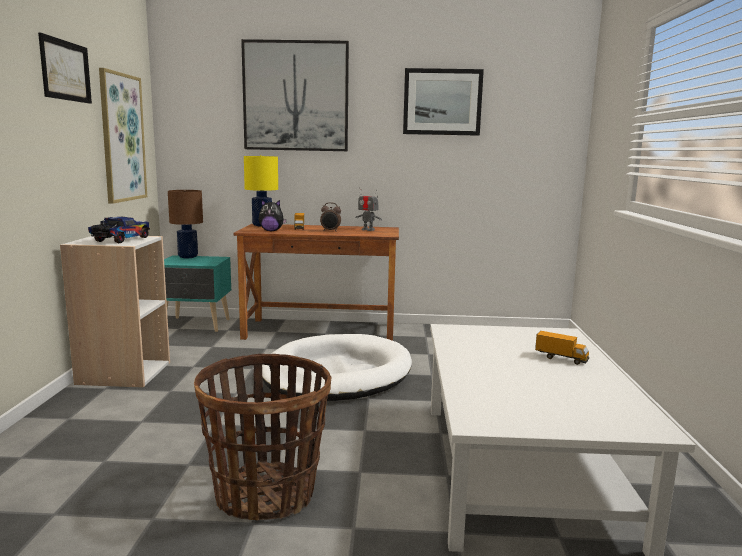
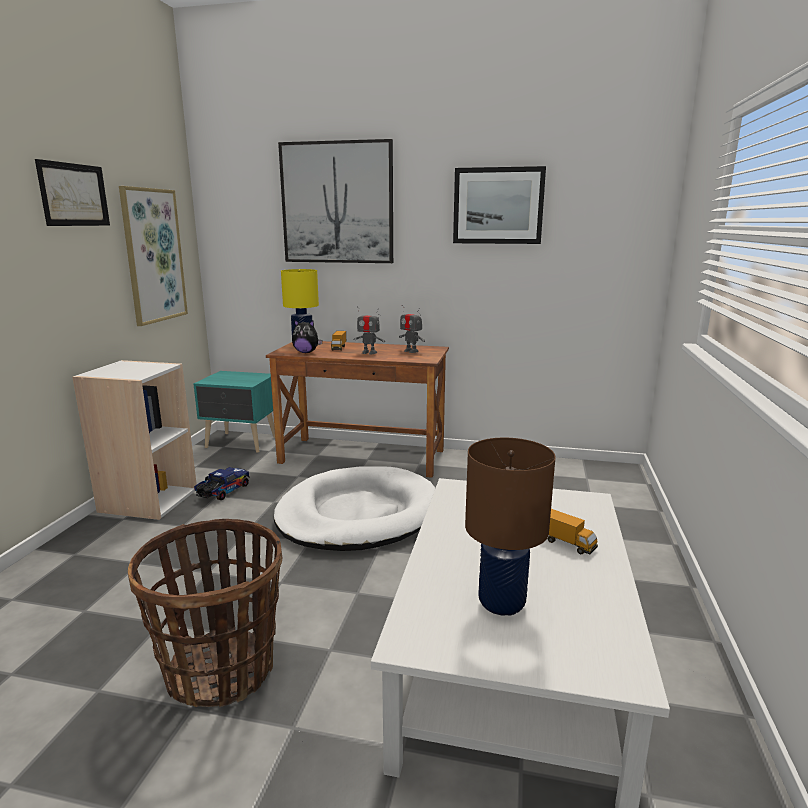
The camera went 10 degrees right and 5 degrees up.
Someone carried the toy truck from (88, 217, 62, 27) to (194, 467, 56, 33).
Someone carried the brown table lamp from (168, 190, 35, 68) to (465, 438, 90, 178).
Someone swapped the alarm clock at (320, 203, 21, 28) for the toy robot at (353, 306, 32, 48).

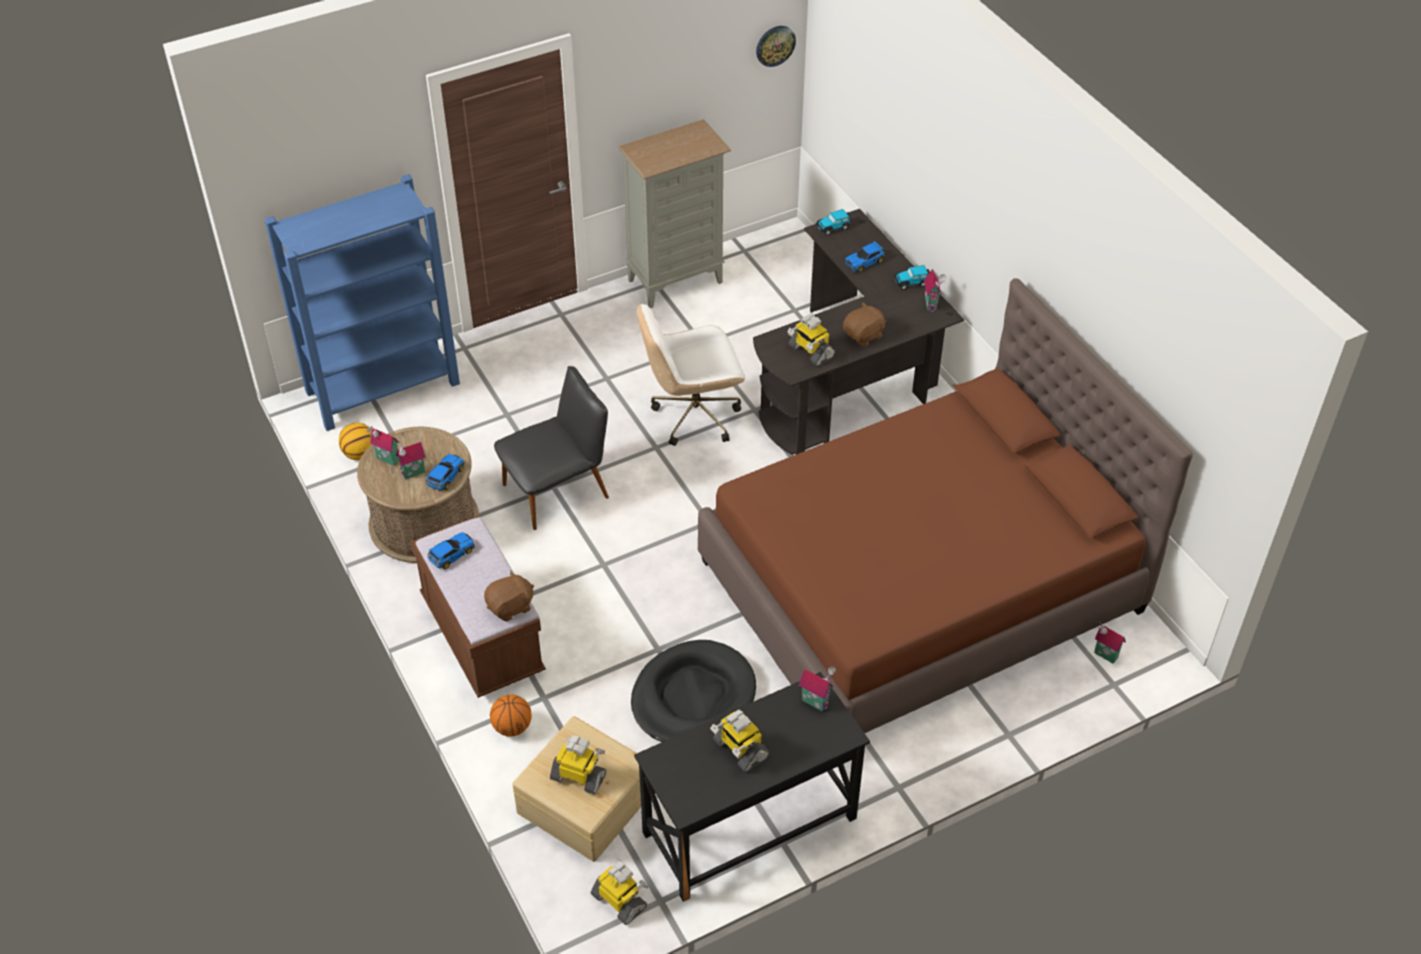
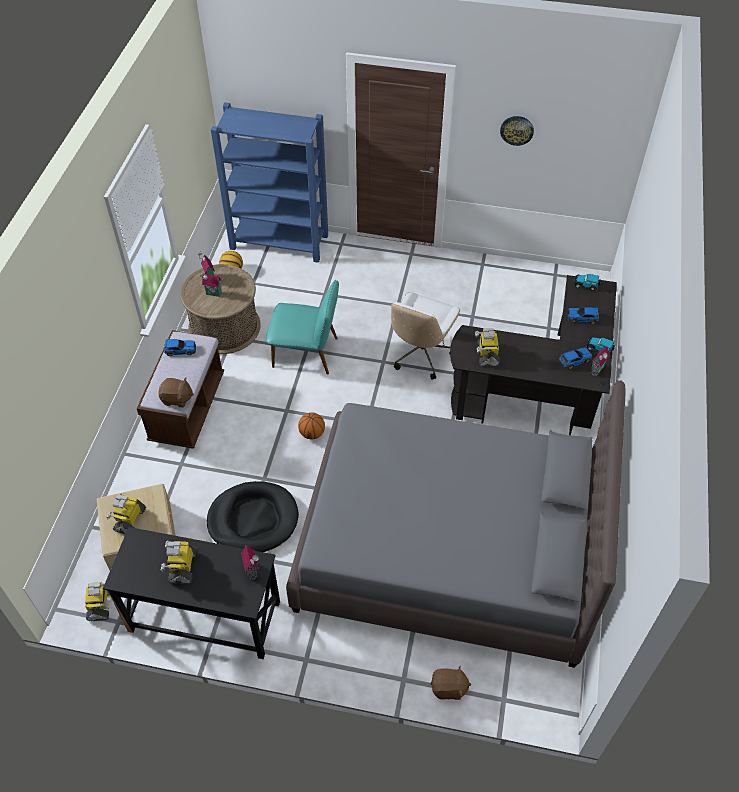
The camera went 40 degrees right and 5 degrees up.
Someone took away the grey dresser at (618, 120, 114, 188).
Someone took away the toy house at (1094, 624, 32, 40).
Someone carried the toy car from (426, 454, 38, 37) to (559, 347, 33, 22).
Someone carried the basketball from (490, 694, 42, 43) to (298, 412, 27, 27).
Someone carried the wall clock from (756, 26, 40, 41) to (500, 116, 34, 30).
Someone carried the brown plush toy from (843, 303, 43, 44) to (431, 665, 40, 35).
Someone repainted the black chair at (494, 366, 115, 164), which became the turquoise chair at (266, 280, 73, 95).
Someone repainted the brown bed at (698, 278, 495, 455), which became the grey bed at (286, 380, 340, 288).
Someone rotated the toy robot at (550, 736, 57, 58) by 135 degrees counterclockwise.
Someone rotated the white office chair at (637, 304, 108, 142) by 90 degrees counterclockwise.

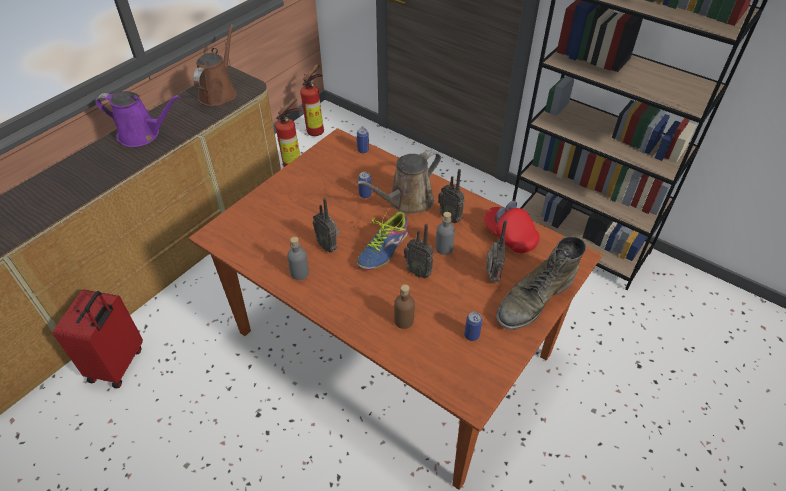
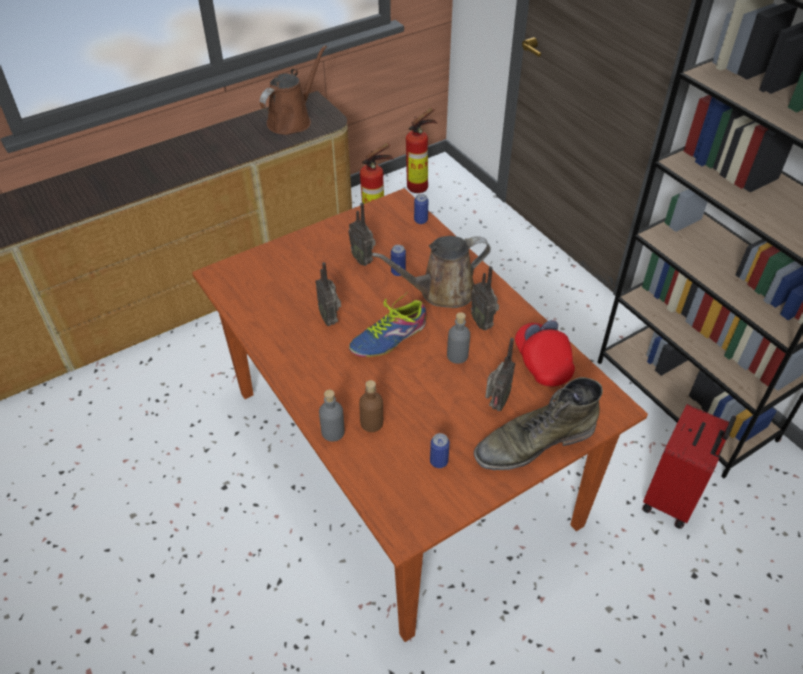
The camera went 20 degrees right and 0 degrees up.
Someone took away the purple watering can at (95, 91, 85, 56).
Someone carried the red suitcase from (53, 289, 90, 99) to (642, 404, 94, 125).
Someone carried the grey bottle from (287, 237, 22, 43) to (319, 390, 26, 52).
Someone carried the radio from (404, 224, 30, 54) to (348, 203, 28, 63).

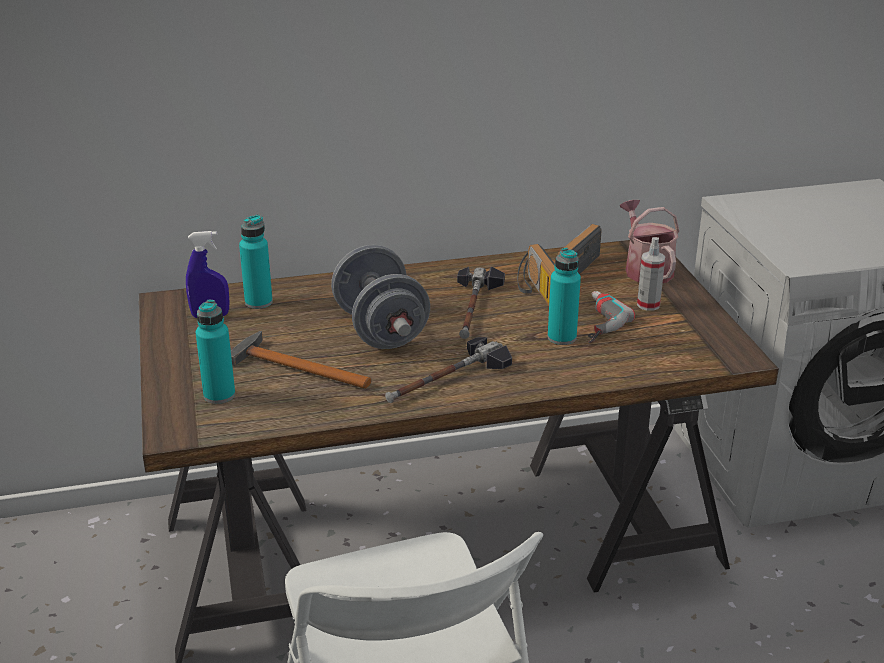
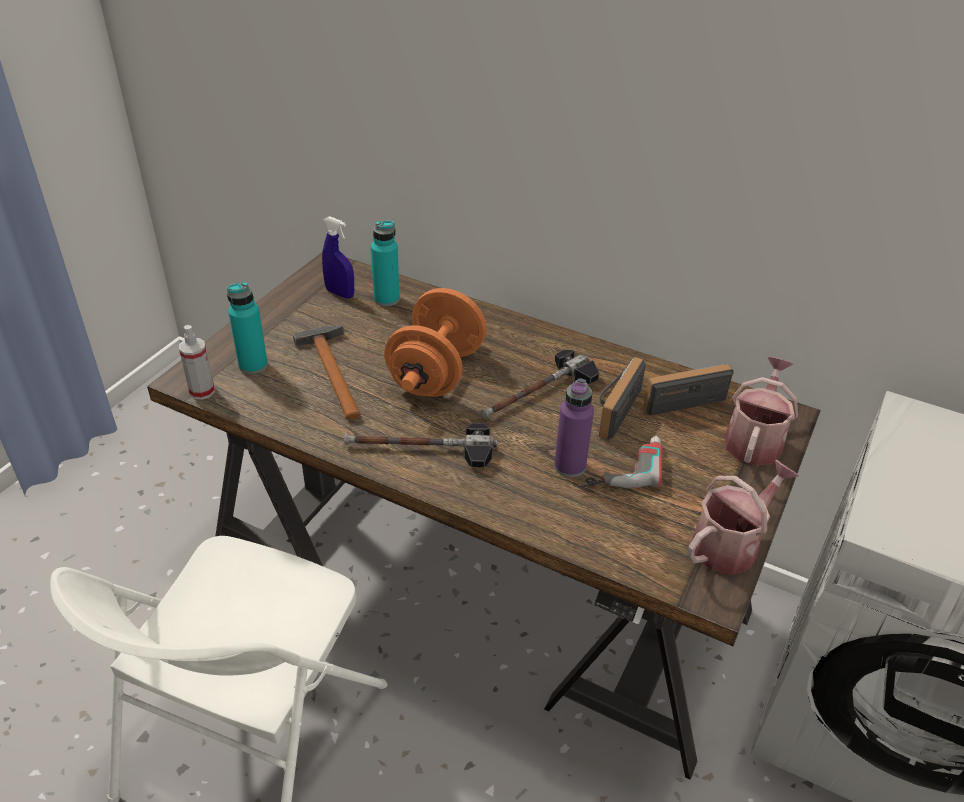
The camera went 40 degrees right and 10 degrees up.
Someone put down the watering can at (687, 460, 112, 115).
Someone carried the spray bottle from (637, 237, 28, 74) to (179, 325, 36, 75).
Someone repainted the grey dumbbell at (331, 245, 99, 104), which became the orange dumbbell at (384, 288, 102, 109).
Someone repainted the turquoise bottle at (548, 248, 33, 97), which became the purple bottle at (554, 378, 40, 99).

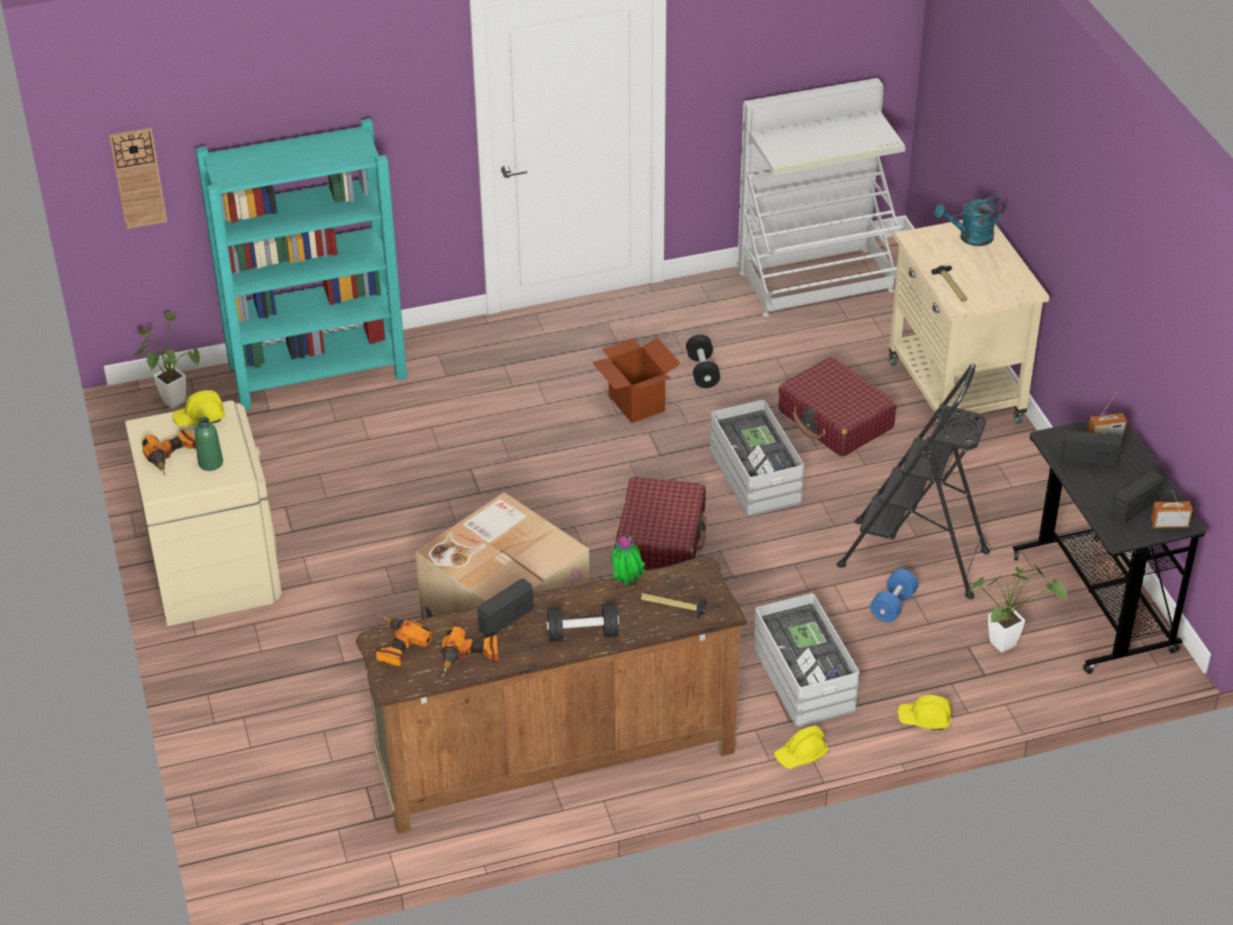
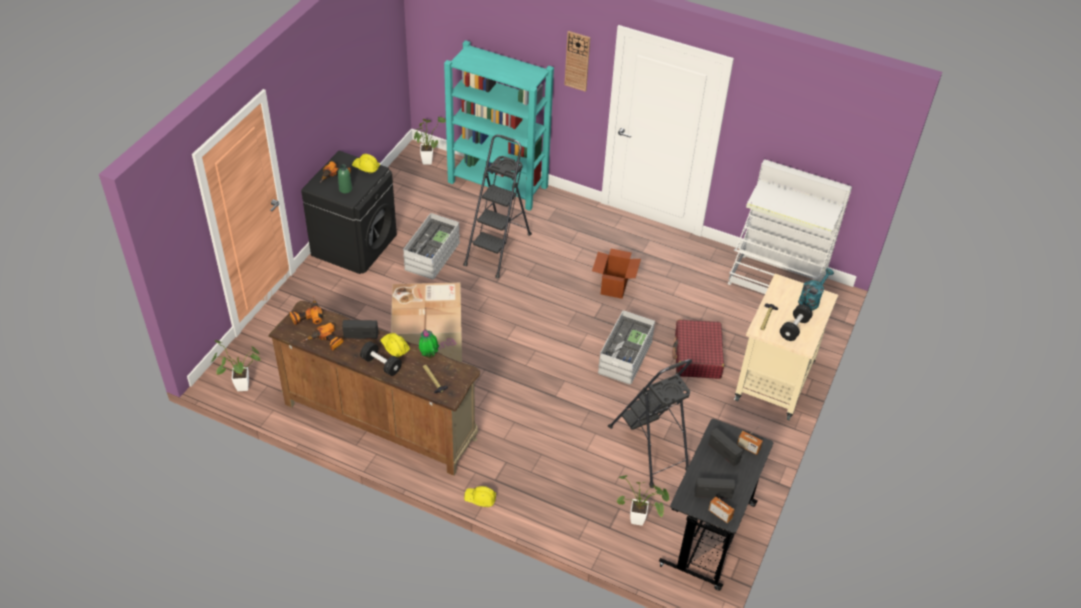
The camera went 40 degrees right and 5 degrees up.
Someone took away the red suitcase at (615, 477, 91, 93).
Someone took away the blue dumbbell at (870, 569, 49, 53).
Someone put down the potted plant at (211, 340, 50, 51).
Someone put down the step ladder at (463, 135, 69, 143).
Someone carried the wall clock from (109, 127, 58, 102) to (564, 31, 26, 61).
Someone carried the black dumbbell from (686, 335, 34, 53) to (780, 304, 33, 37).
Someone carried the grey storage box from (753, 593, 107, 134) to (403, 213, 57, 67).
Someone carried the yellow hard hat from (898, 695, 53, 35) to (380, 333, 30, 24).
Someone repainted the beige washing machine at (125, 400, 157, 226), which became the black washing machine at (301, 151, 96, 123).
Someone rotated the turquoise watering can at (934, 196, 71, 50) by 105 degrees clockwise.

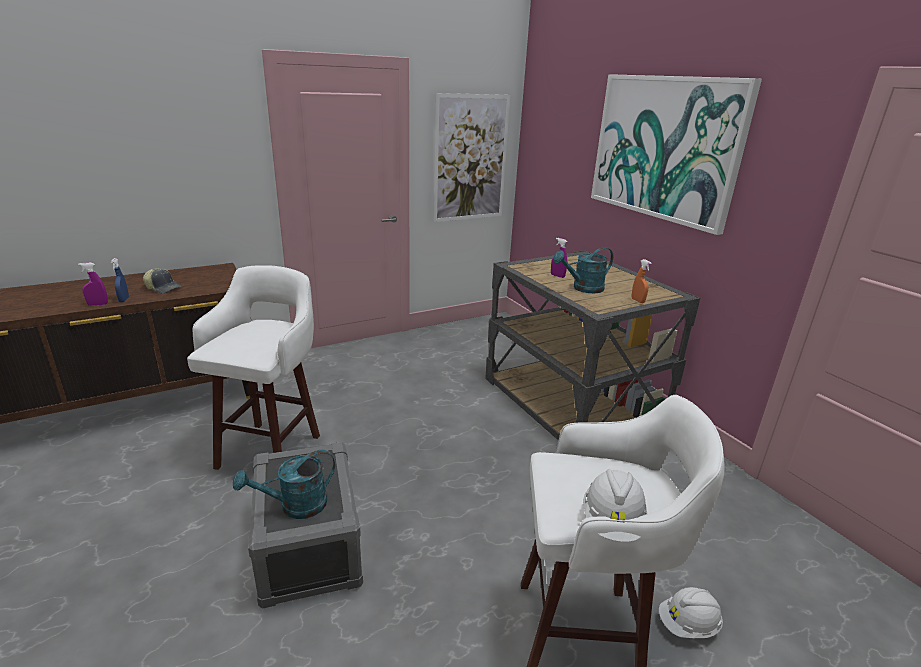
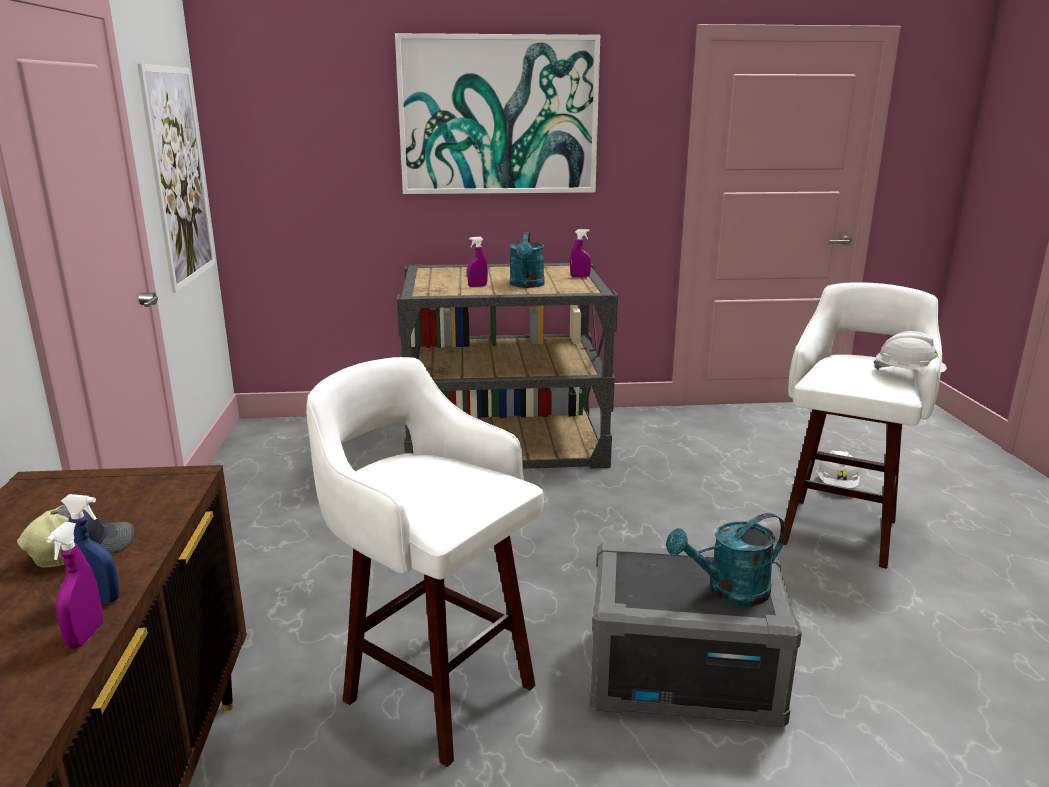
The camera went 65 degrees left and 5 degrees down.
Someone repainted the orange spray bottle at (632, 259, 19, 44), which became the purple spray bottle at (570, 229, 21, 48).
Someone rotated the turquoise watering can at (233, 450, 102, 69) by 75 degrees clockwise.

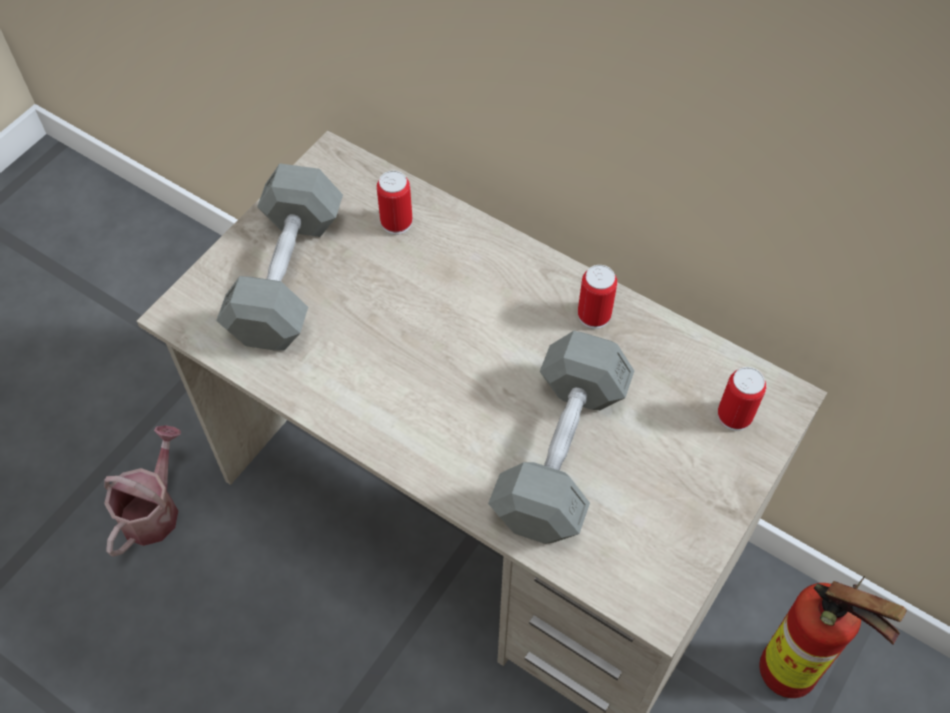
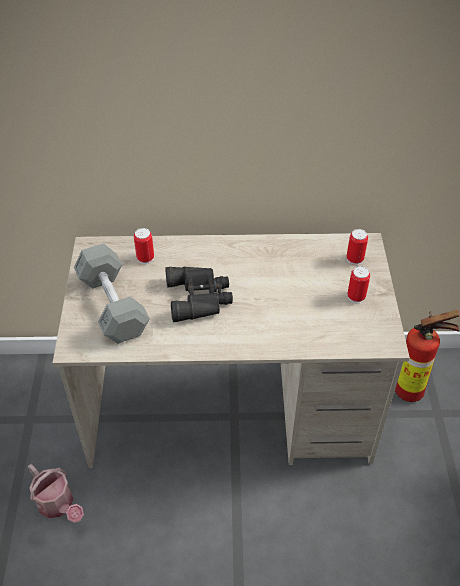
The camera went 35 degrees left and 10 degrees down.
Someone took away the grey dumbbell at (488, 331, 146, 213).
Someone put down the black binoculars at (165, 266, 68, 56).
Someone carried the can from (578, 265, 39, 64) to (347, 266, 23, 37).
Someone rotated the watering can at (104, 425, 77, 132) by 150 degrees clockwise.

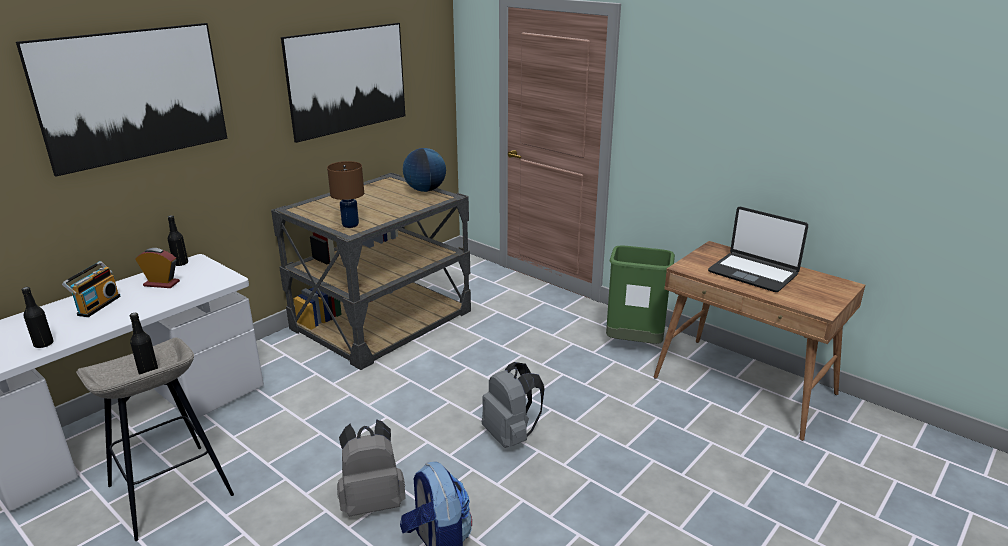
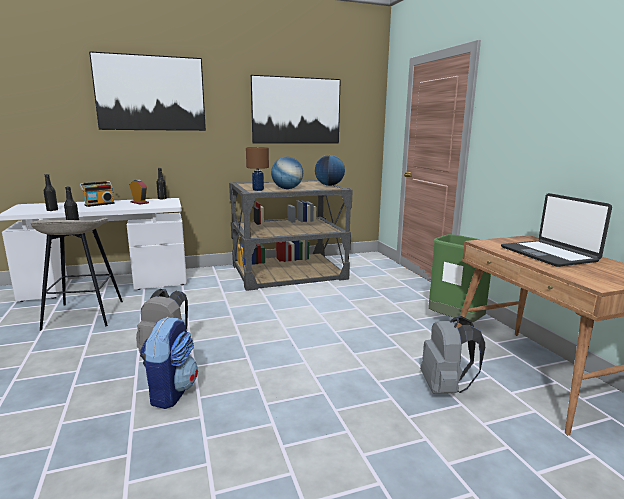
The camera went 30 degrees right and 10 degrees down.
Someone put down the globe at (271, 157, 32, 32).
Someone carried the grey backpack from (482, 362, 63, 86) to (420, 316, 65, 77).

